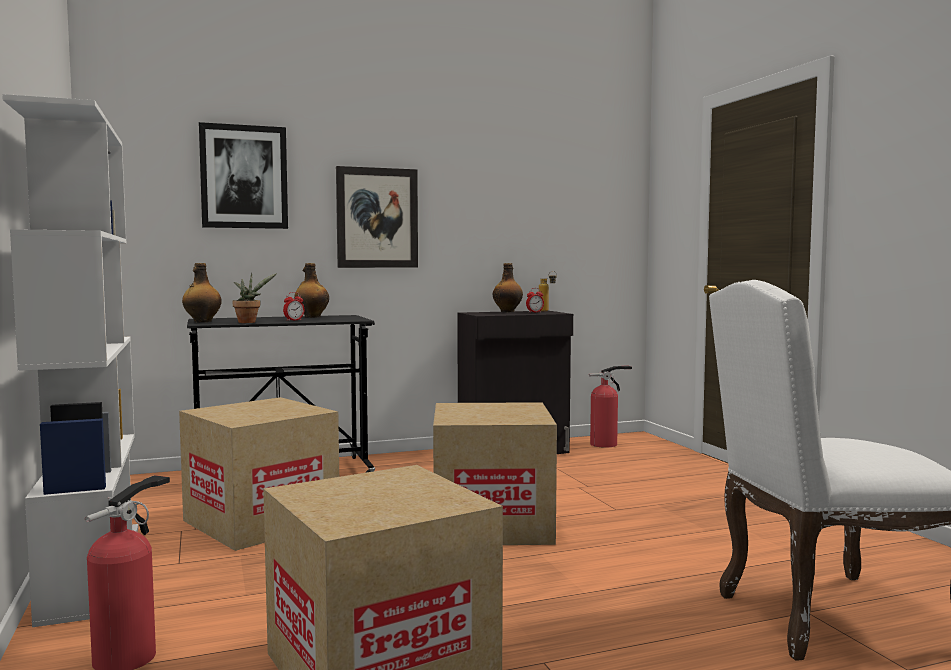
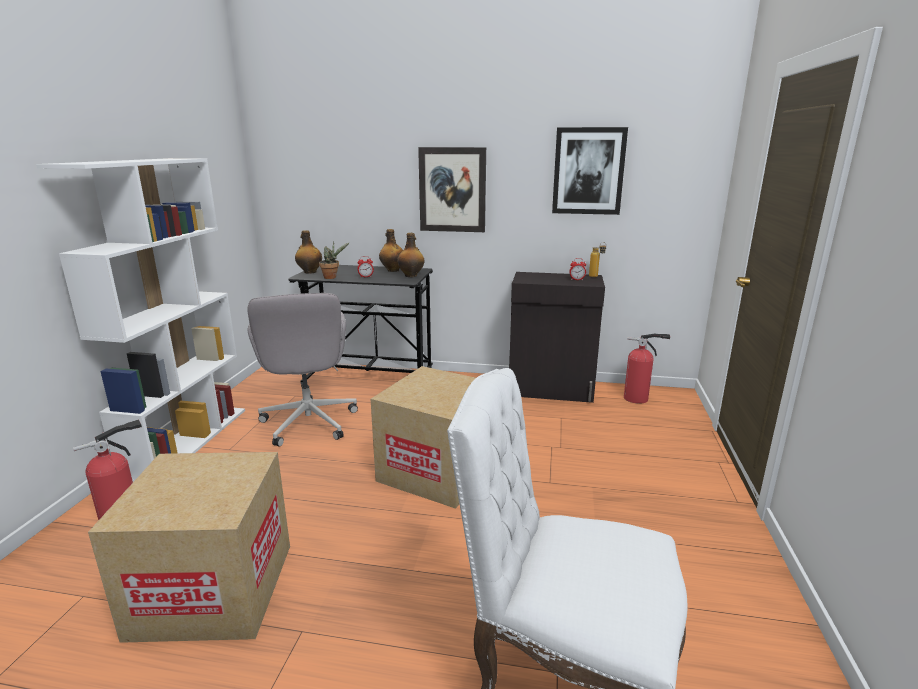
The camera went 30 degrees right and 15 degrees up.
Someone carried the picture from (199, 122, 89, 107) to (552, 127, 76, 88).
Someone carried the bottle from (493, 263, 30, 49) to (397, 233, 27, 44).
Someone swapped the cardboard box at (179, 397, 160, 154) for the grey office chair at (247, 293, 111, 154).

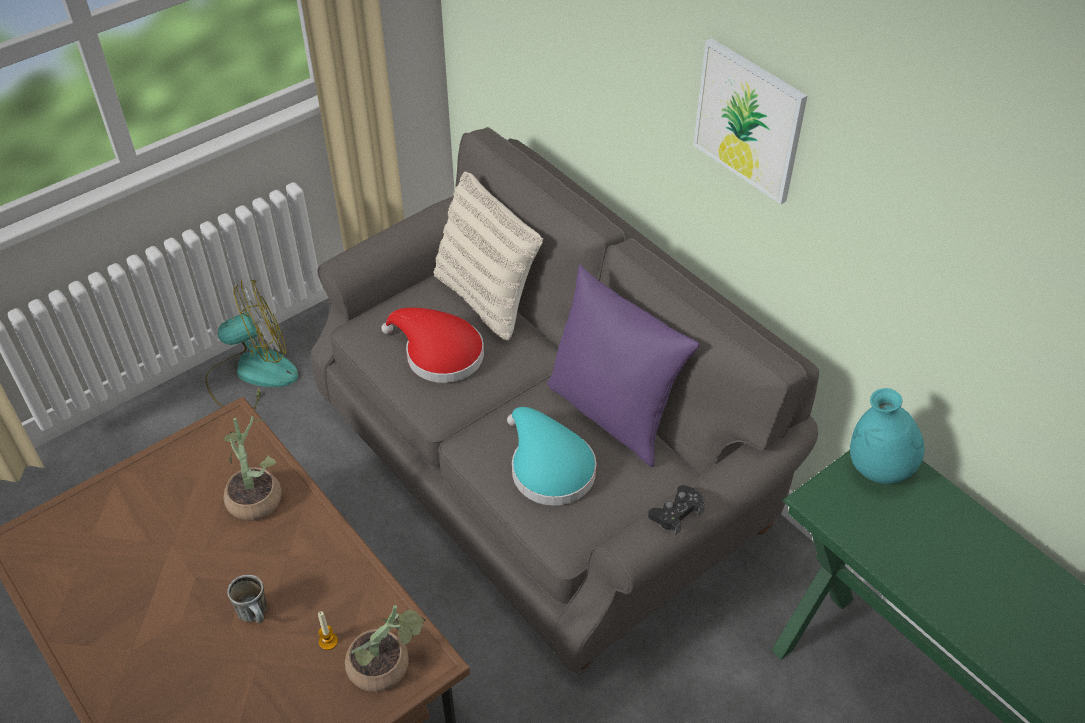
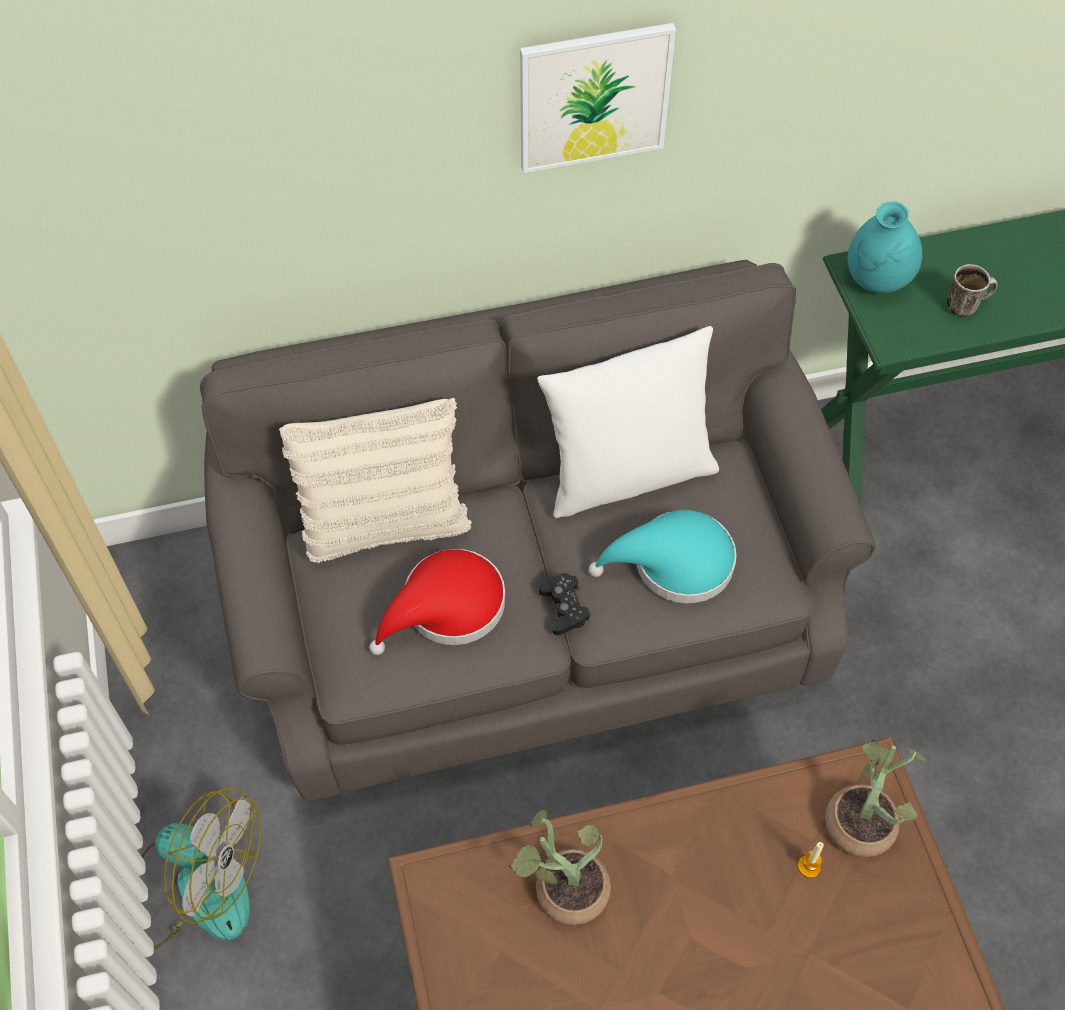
The camera went 65 degrees left and 10 degrees up.
Someone carried the mug from (227, 575, 40, 48) to (947, 264, 51, 53).
Someone carried the black game controller from (648, 485, 56, 50) to (539, 573, 52, 62).
Someone repainted the purple pillow at (547, 265, 152, 202), which became the white pillow at (537, 326, 182, 192).
Someone rotated the fan at (205, 280, 93, 130) by 105 degrees clockwise.

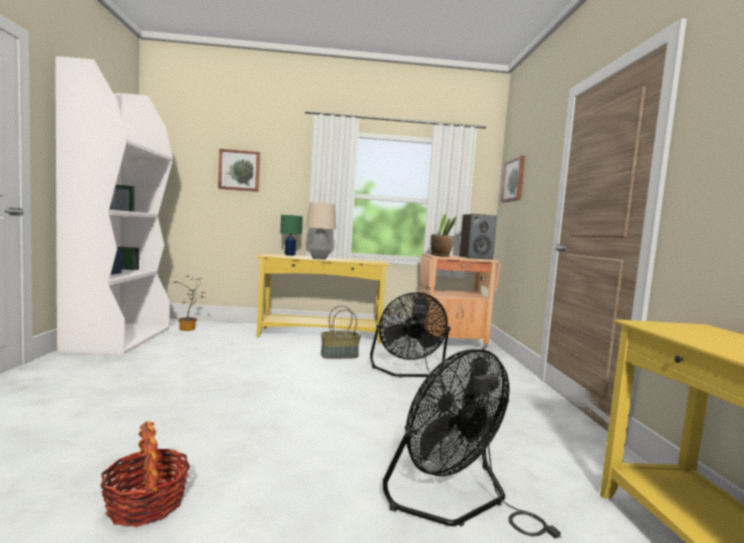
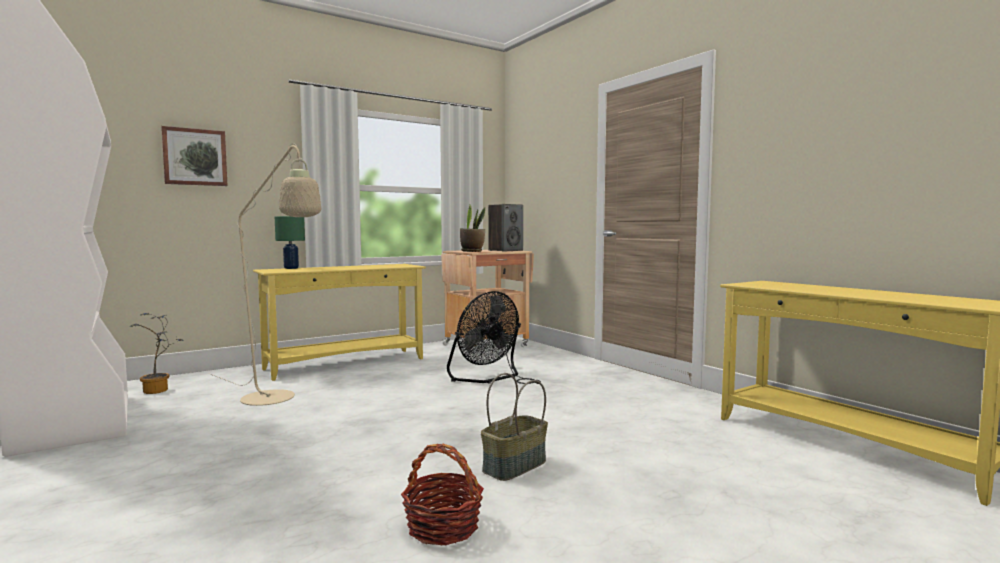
The camera went 30 degrees left and 0 degrees up.
Someone took away the table lamp at (306, 202, 30, 58).
Someone took away the black fan at (383, 349, 178, 189).
Someone took away the picture at (501, 156, 24, 47).
Someone put down the beige floor lamp at (209, 143, 112, 263).
Someone carried the basket from (321, 306, 40, 53) to (481, 373, 67, 108).

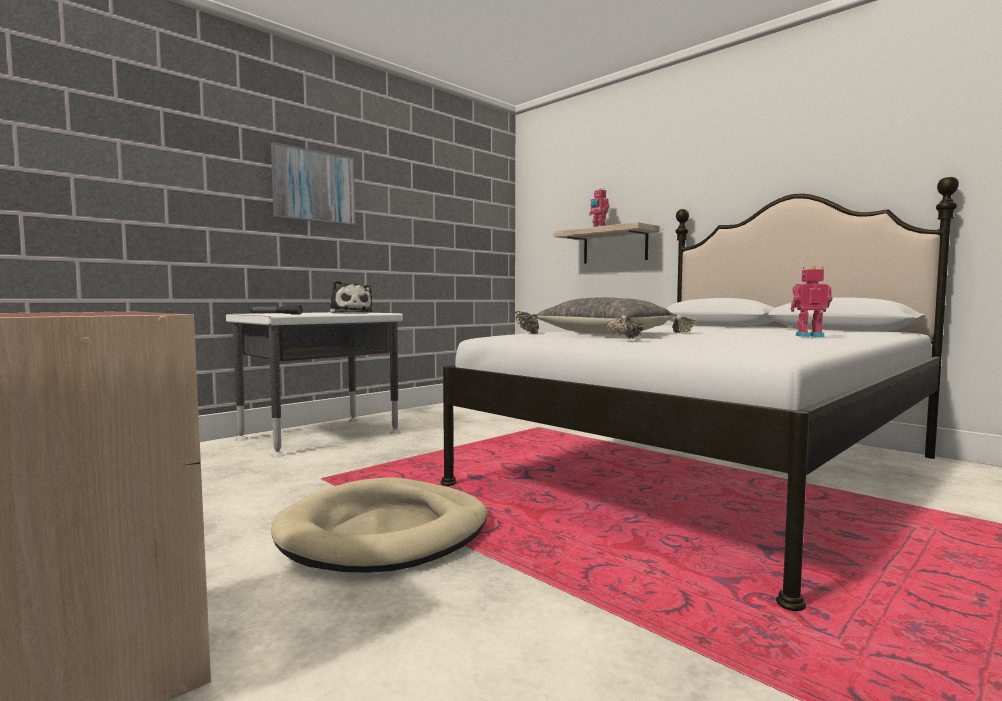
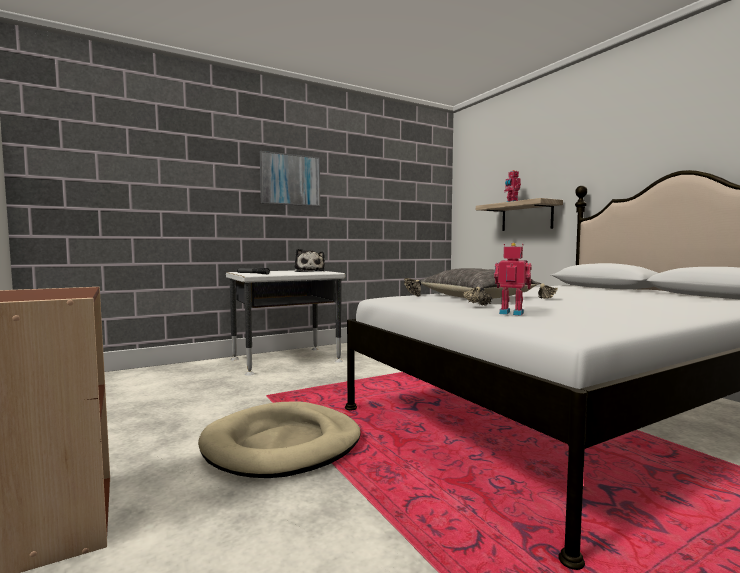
The camera went 15 degrees right and 0 degrees up.
Someone carried the toy robot from (791, 266, 42, 71) to (494, 243, 38, 72).

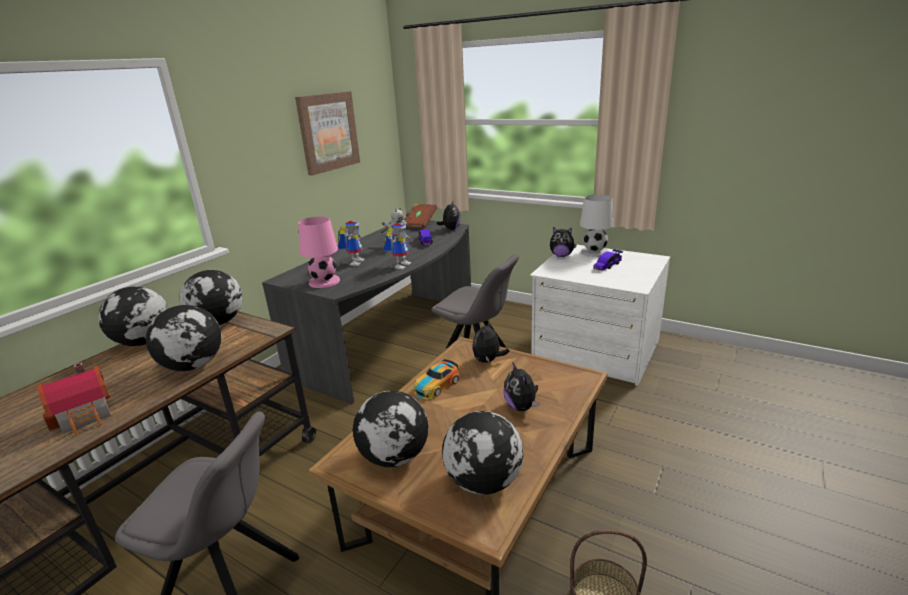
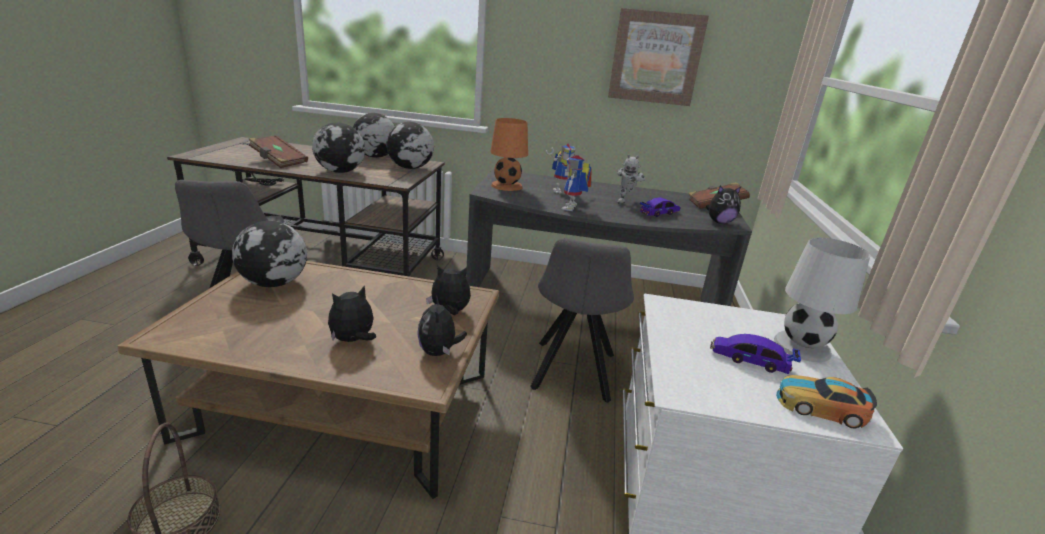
The camera went 65 degrees right and 0 degrees up.
Someone took away the globe at (442, 411, 81, 84).
Someone carried the toy car from (414, 359, 45, 41) to (776, 375, 101, 53).
Someone carried the plush toy from (550, 227, 27, 30) to (417, 295, 50, 61).
Someone swapped the toy house at (37, 362, 74, 74) for the brown book at (249, 135, 59, 33).
Someone repainted the pink table lamp at (298, 217, 42, 71), which became the orange table lamp at (490, 118, 38, 73).
Someone rotated the toy robot at (384, 223, 28, 47) by 105 degrees clockwise.

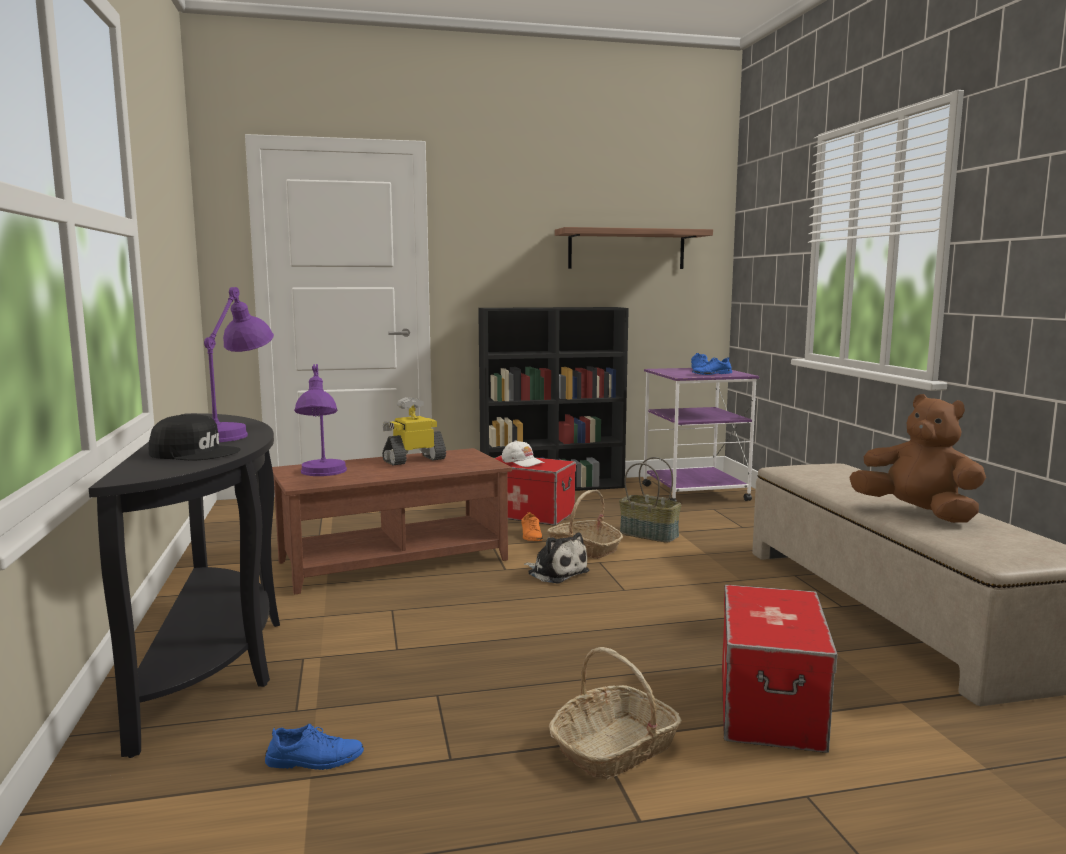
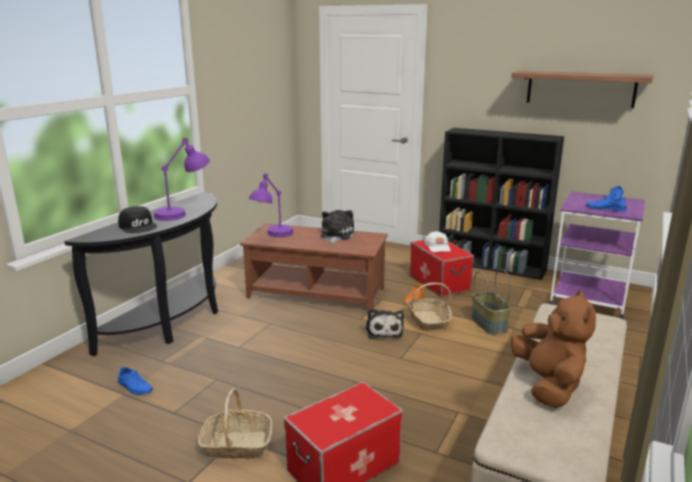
The camera went 40 degrees right and 10 degrees up.
Someone swapped the toy robot at (382, 397, 64, 68) for the plush toy at (320, 210, 34, 34).

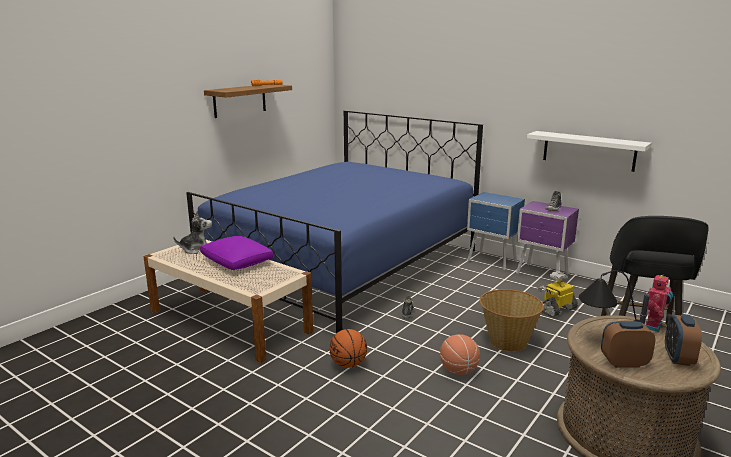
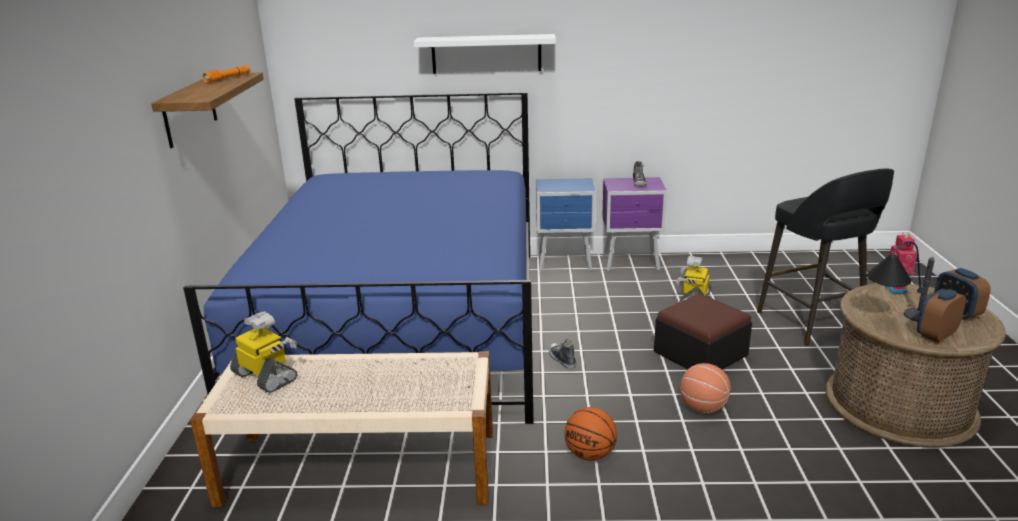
The camera went 35 degrees left and 5 degrees up.
Someone took away the purple pillow at (200, 236, 73, 34).
Someone carried the white shelf from (527, 131, 124, 41) to (414, 34, 142, 40).
Someone swapped the plush toy at (173, 211, 39, 43) for the toy robot at (230, 311, 68, 82).
Someone swapped the basket at (479, 289, 65, 63) for the ottoman at (654, 294, 98, 76).

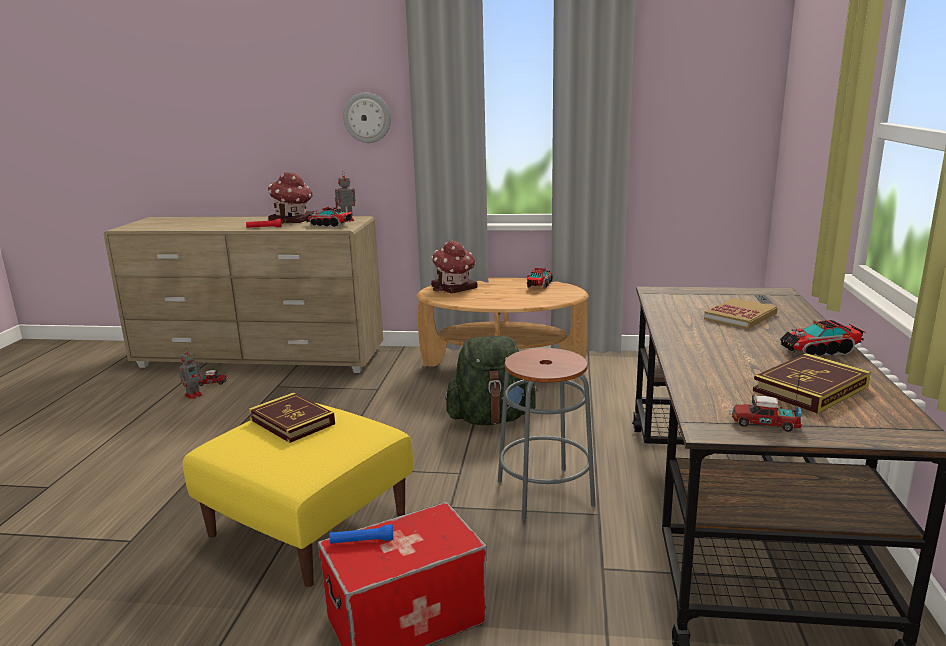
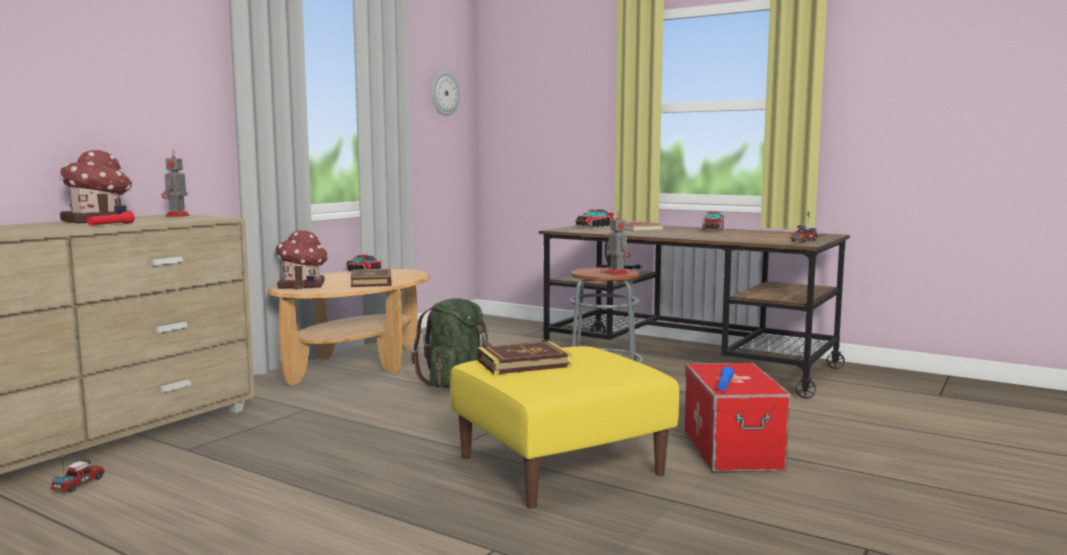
The camera went 65 degrees left and 10 degrees down.
Someone carried the toy robot from (178, 349, 26, 50) to (607, 212, 24, 63).
Someone carried the toy truck from (305, 207, 47, 21) to (575, 209, 39, 18).
Someone carried the wall clock from (343, 93, 48, 50) to (431, 71, 29, 45).
Someone carried the book from (753, 353, 118, 61) to (351, 269, 41, 18).

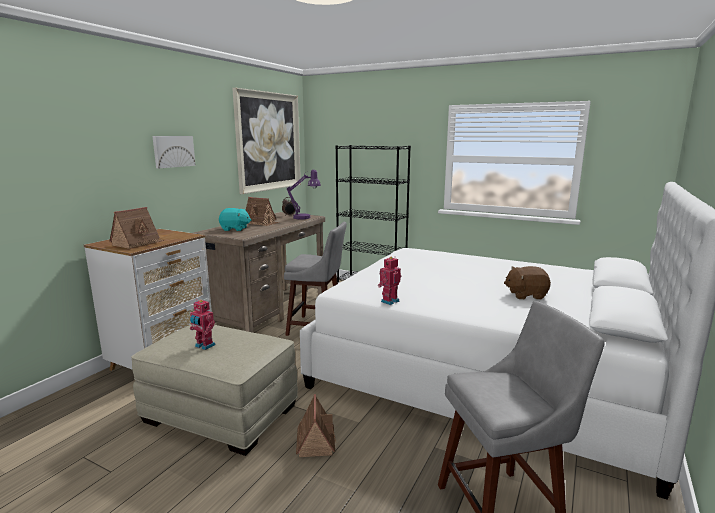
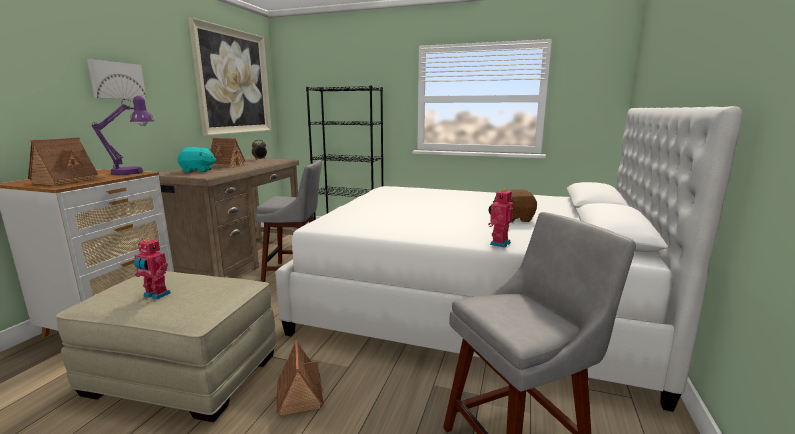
The camera went 10 degrees left and 0 degrees up.
Someone carried the purple table lamp from (286, 170, 35, 49) to (92, 96, 62, 79).
Someone carried the toy robot from (378, 257, 23, 48) to (488, 188, 26, 60).

